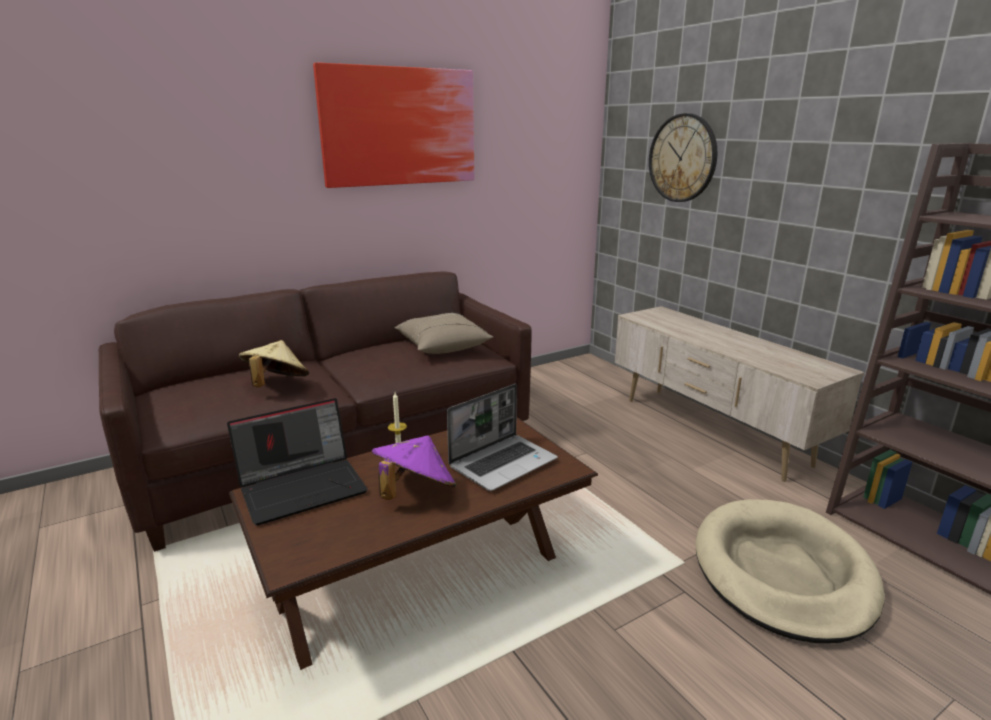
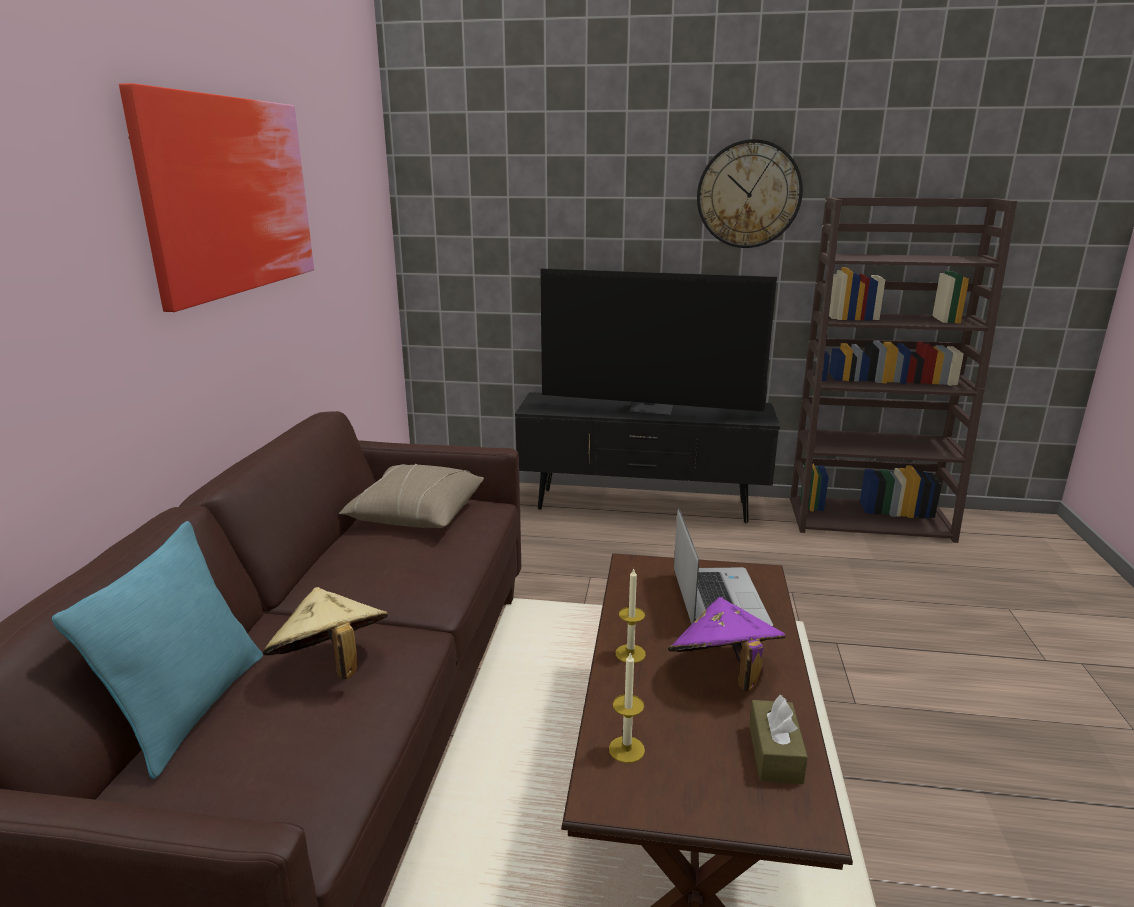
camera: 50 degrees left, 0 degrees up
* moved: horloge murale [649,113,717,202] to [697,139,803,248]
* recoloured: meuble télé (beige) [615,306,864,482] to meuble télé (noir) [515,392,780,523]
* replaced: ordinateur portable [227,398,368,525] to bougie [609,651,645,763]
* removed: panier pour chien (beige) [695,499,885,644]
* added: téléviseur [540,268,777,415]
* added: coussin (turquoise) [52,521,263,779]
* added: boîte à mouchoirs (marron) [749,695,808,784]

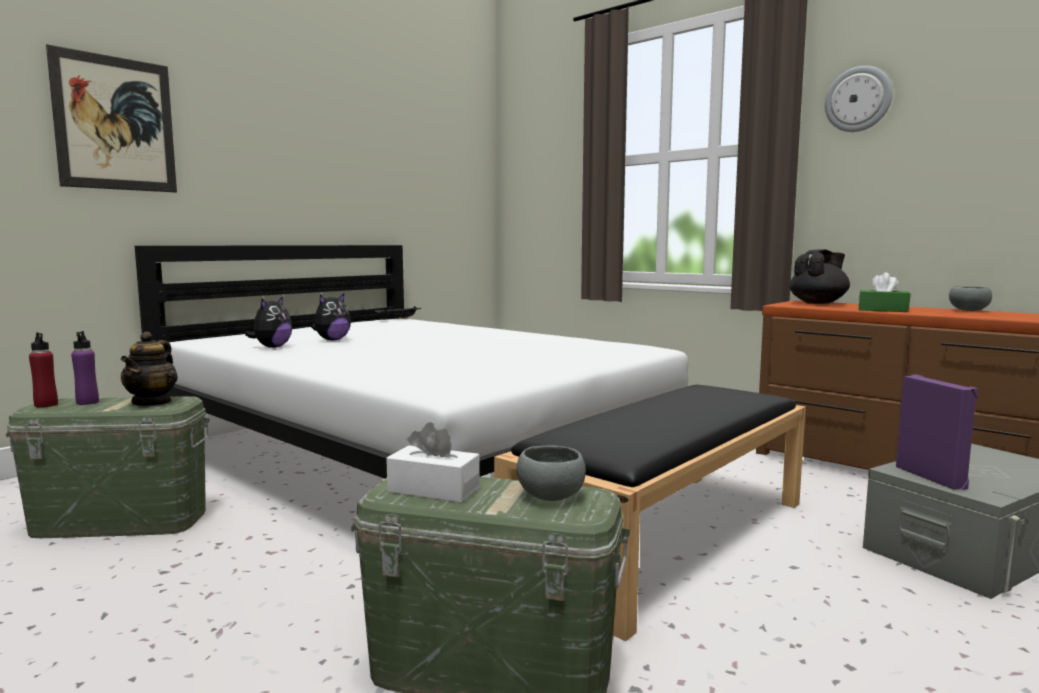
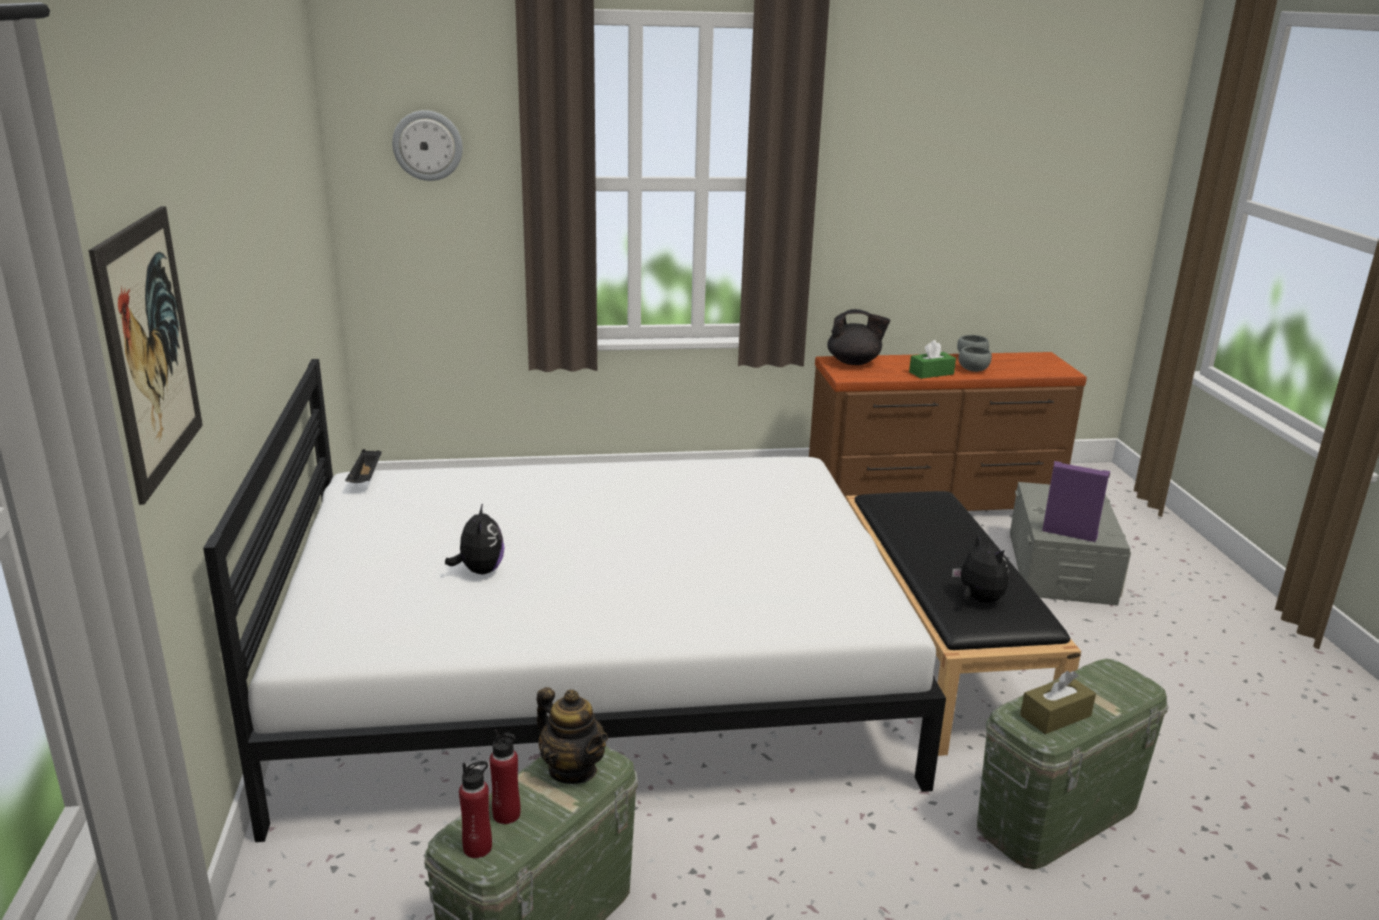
camera: 50 degrees left, 15 degrees up
* moved: horloge murale [825,66,893,132] to [392,110,463,181]
* turned: théière (noir) [790,249,850,304] = [827,309,891,365] 90 degrees clockwise
* moved: peluche [245,296,292,348] to [952,534,1009,603]
* recoloured: bouteille (violet) [71,331,99,405] to bouteille (rouge) [489,729,521,824]
* recoloured: boîte à mouchoirs (blanc) [386,422,480,503] to boîte à mouchoirs (marron) [1020,671,1096,734]
* moved: bol (gris) [517,445,586,501] to [958,346,992,372]

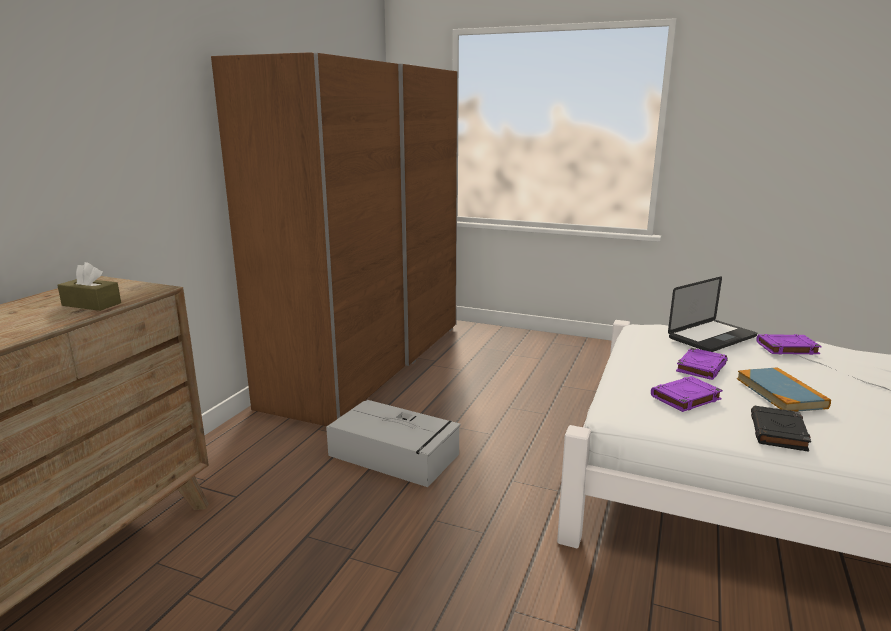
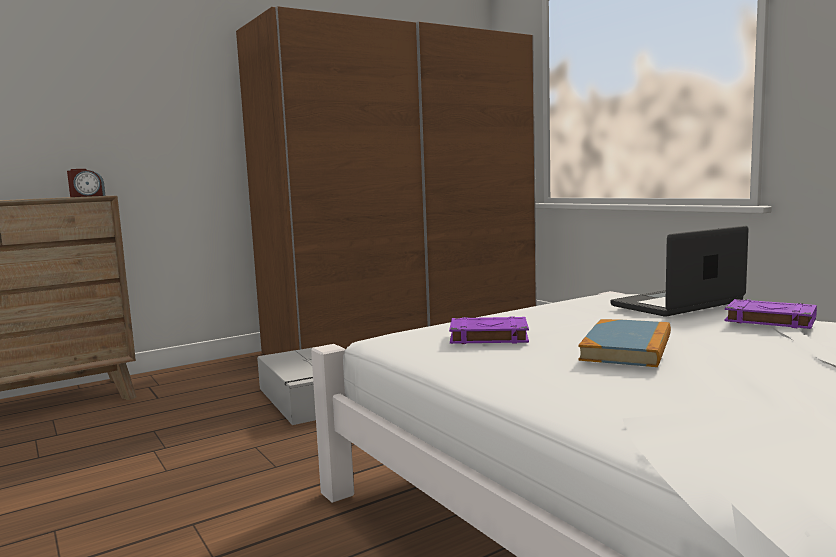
camera: 35 degrees right, 10 degrees down
* removed: boîte à mouchoirs (marron) [57,262,121,311]
* turned: ordinateur portable [668,276,757,352] = [611,225,749,316] 150 degrees clockwise
* removed: livre (violet) [676,348,728,380]
* removed: livre (noir) [751,406,811,452]
* added: réveil [67,169,105,197]

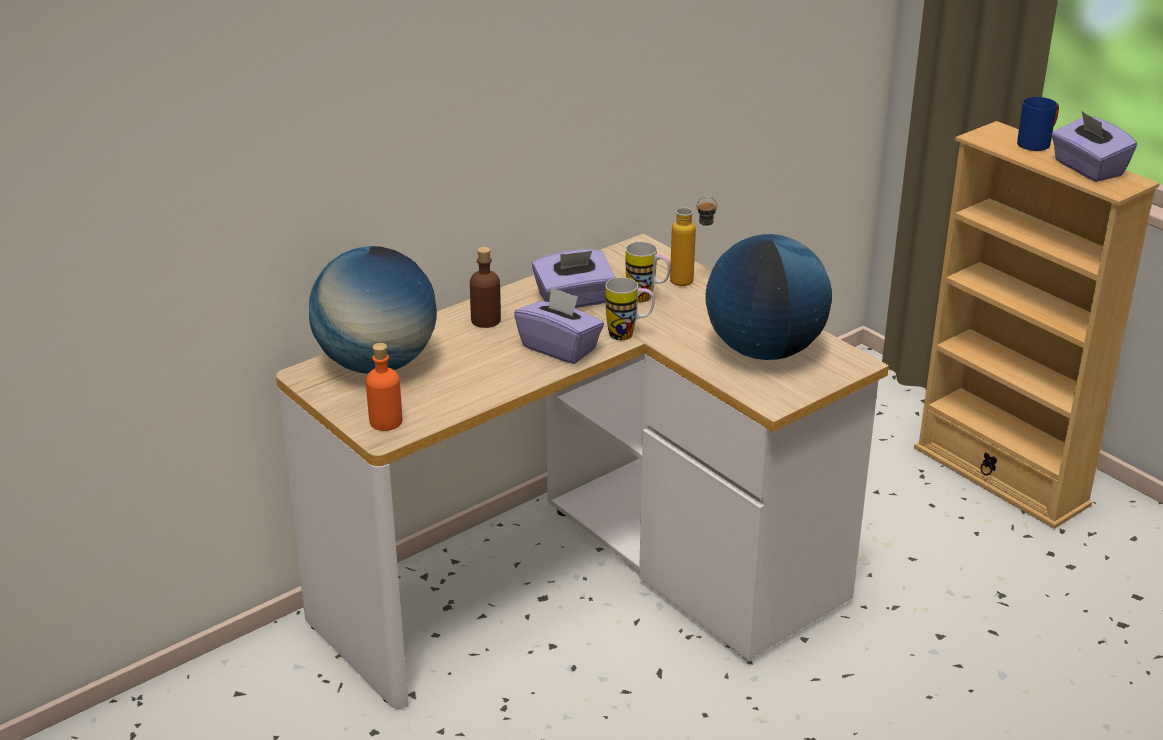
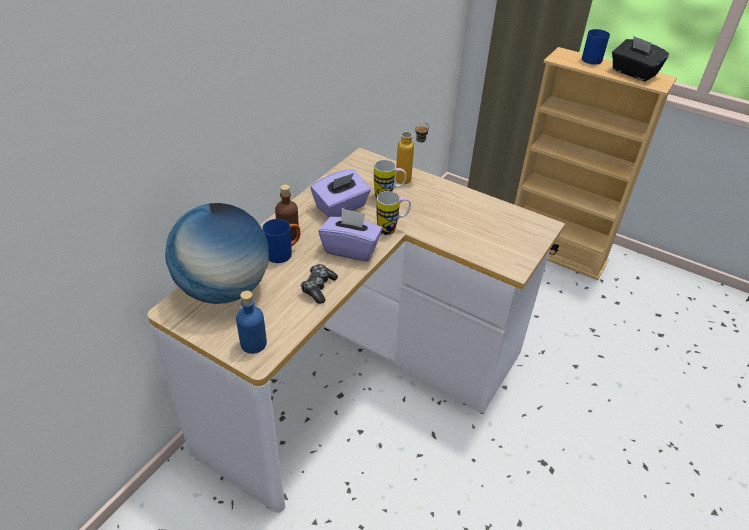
camera: 20 degrees left, 10 degrees up
* recoloured: boîte à mouchoirs (violet) [1052,110,1137,182] to boîte à mouchoirs (noir) [612,36,669,82]
* removed: globe [705,234,832,360]
* recoloured: bouteille (orange) [366,343,402,431] to bouteille (bleu) [236,291,267,354]
* added: mug (bleu) [262,219,300,263]
* added: manette [301,264,338,304]

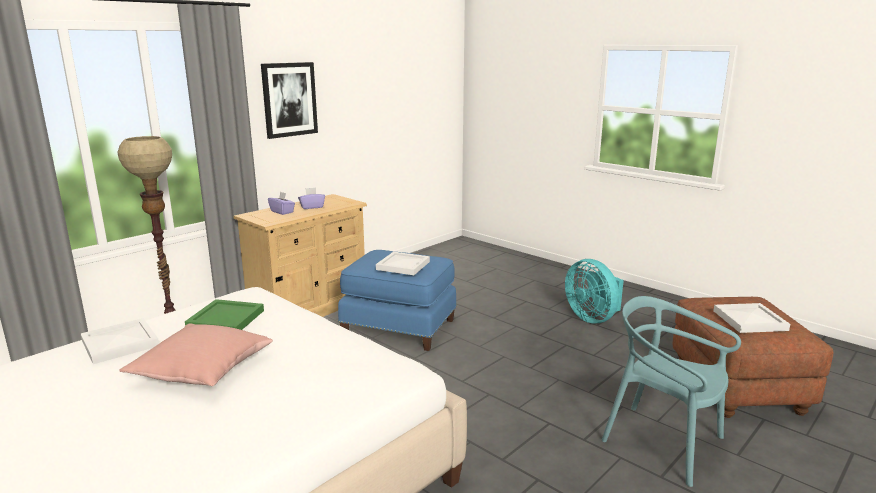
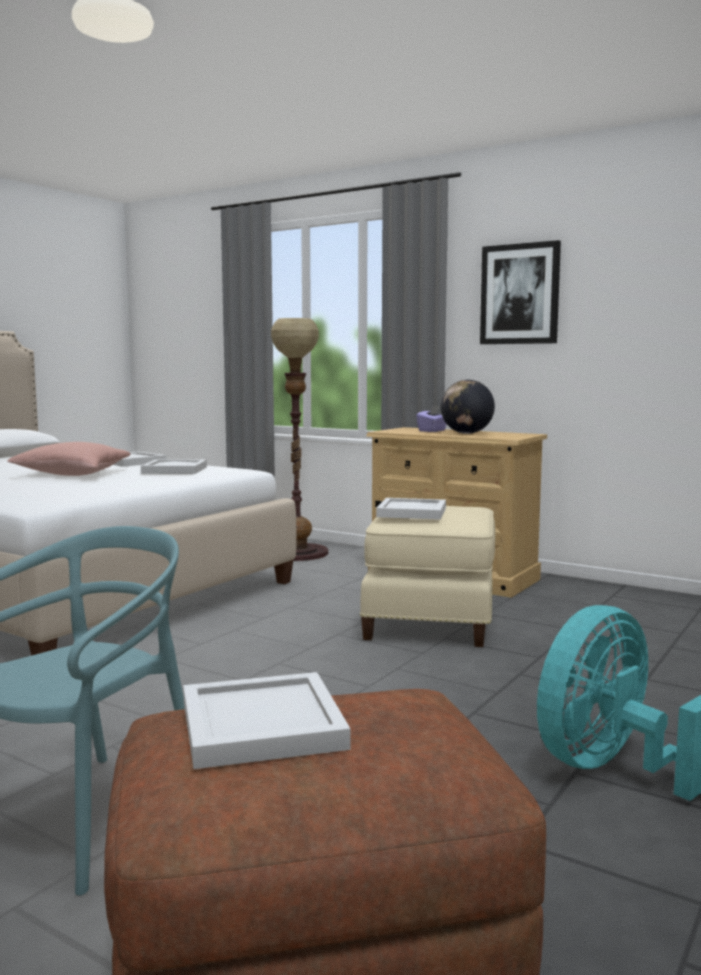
camera: 80 degrees right, 10 degrees down
* replaced: boîte à mouchoirs (violet) [298,187,325,209] to globe [441,380,495,434]
* recoloured: pouf (bleu) [338,250,457,351] to pouf (beige) [360,506,495,647]
* recoloured: plateau (vert) [185,299,264,330] to plateau (blanc) [141,459,207,474]

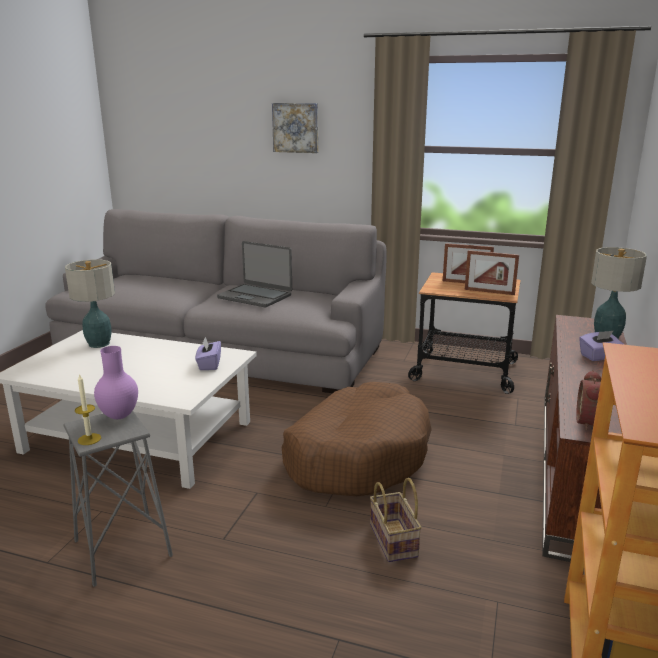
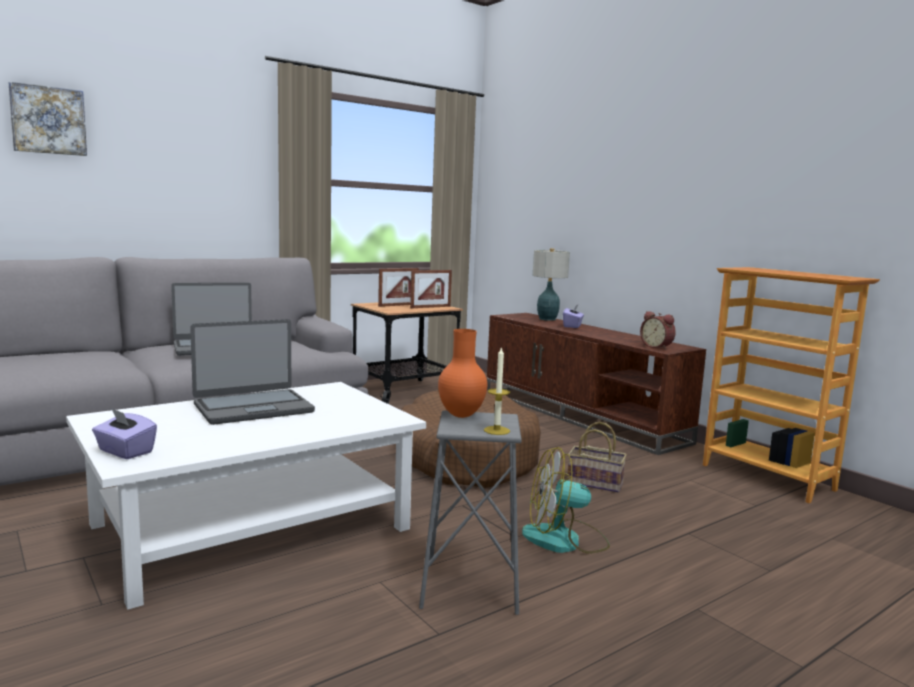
camera: 55 degrees left, 10 degrees down
* moved: tableau [272,103,318,153] to [9,82,87,156]
* removed: lampe de table [65,259,115,348]
* moved: boîte à mouchoirs (violet) [195,337,221,370] to [92,408,157,459]
* recoloured: vase (violet) [94,346,138,419] to vase (orange) [438,329,487,418]
* added: ordinateur portable [190,319,315,425]
* added: ventilateur [522,447,610,554]

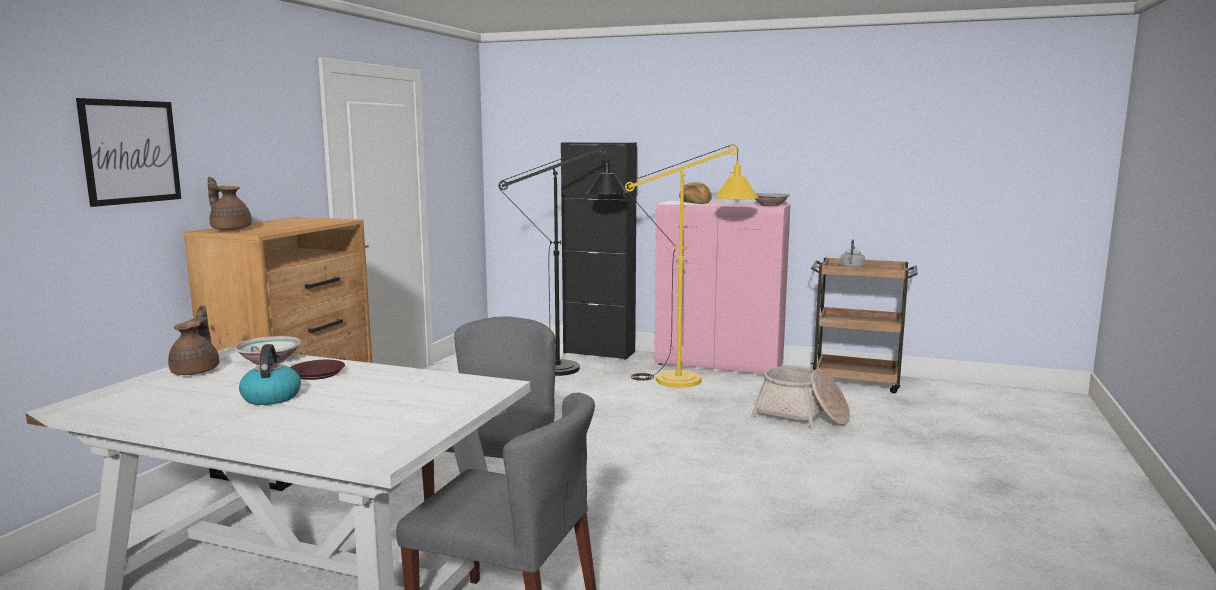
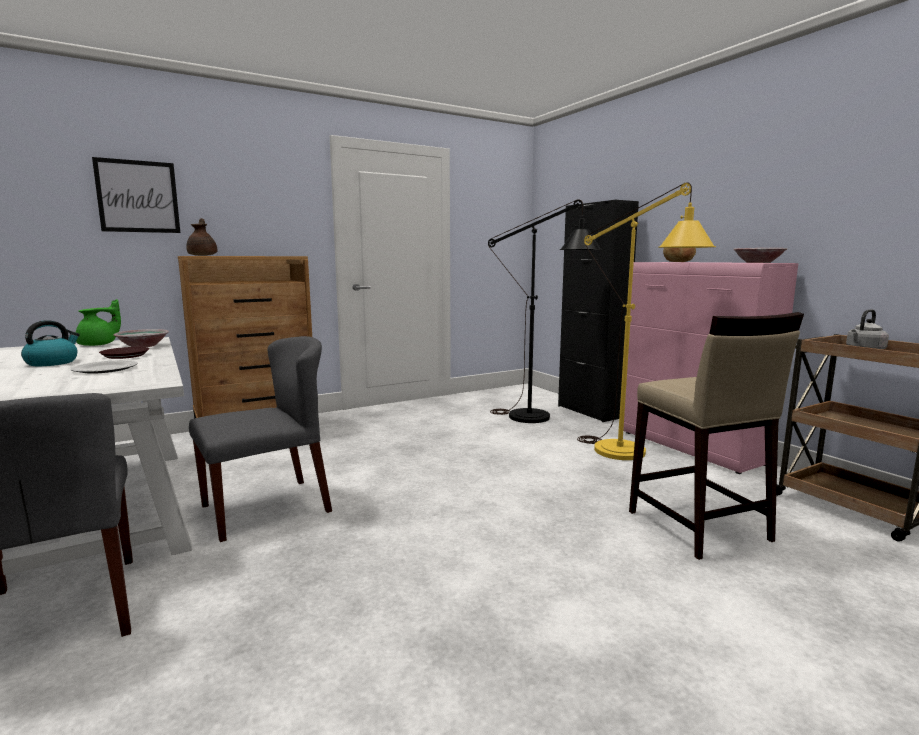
camera: 40 degrees right, 0 degrees up
* recoloured: théière (marron) [168,305,219,375] to théière (vert) [76,299,121,346]
* replaced: panier [751,367,850,428] to tabouret (beige) [629,312,804,560]
* added: assiette [71,360,138,374]

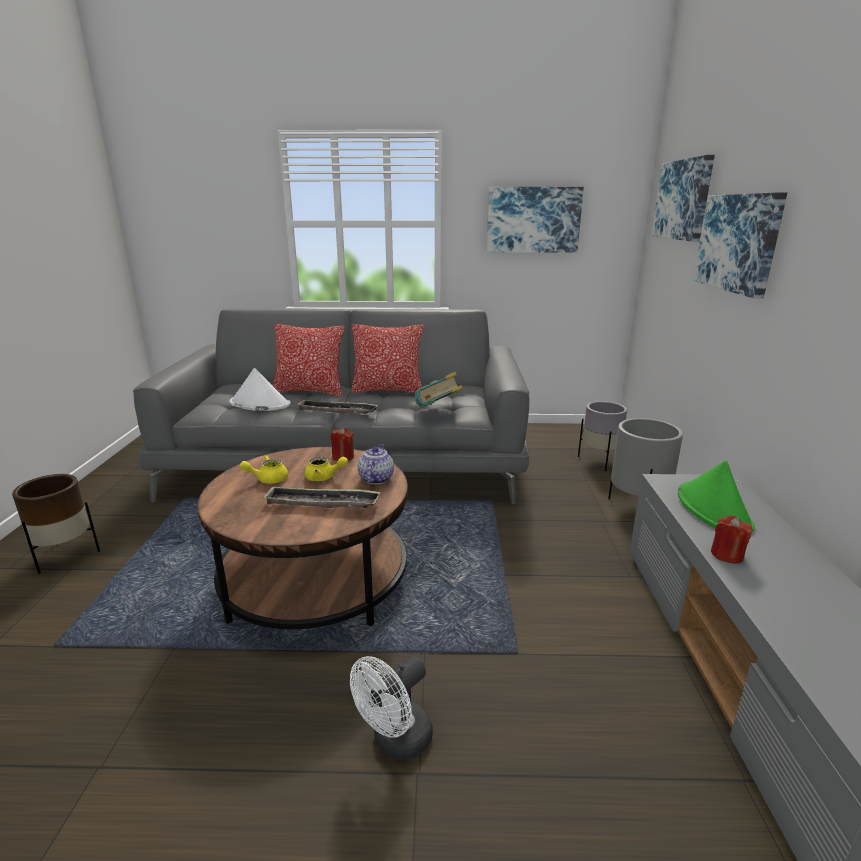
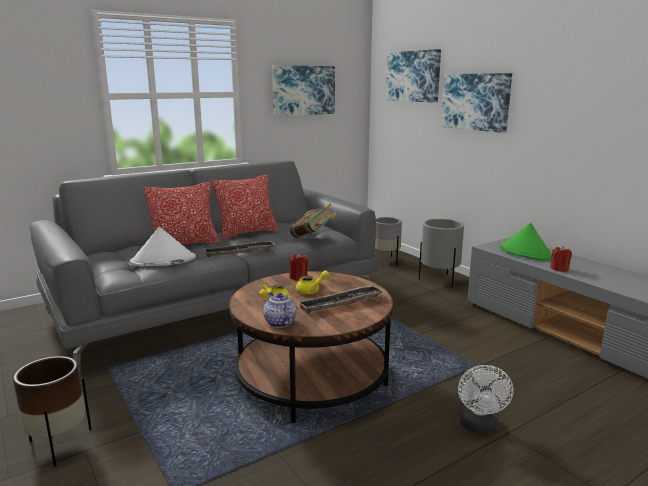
camera: 35 degrees left, 5 degrees down
* moved: théière [358,444,394,484] to [263,292,297,328]

